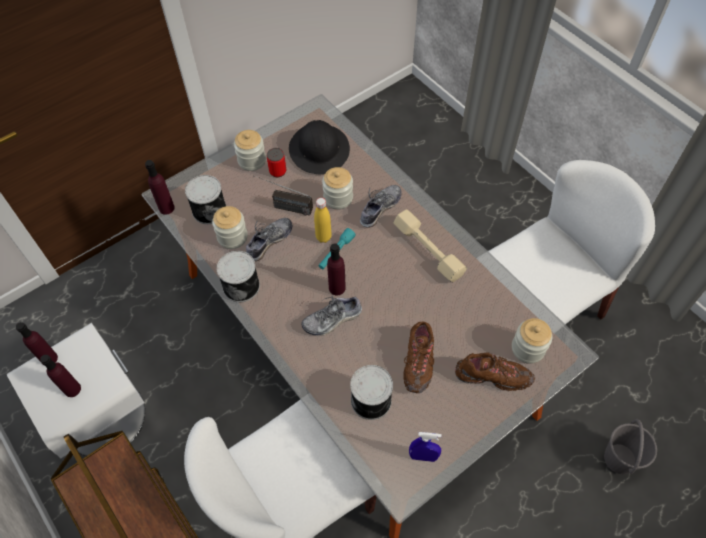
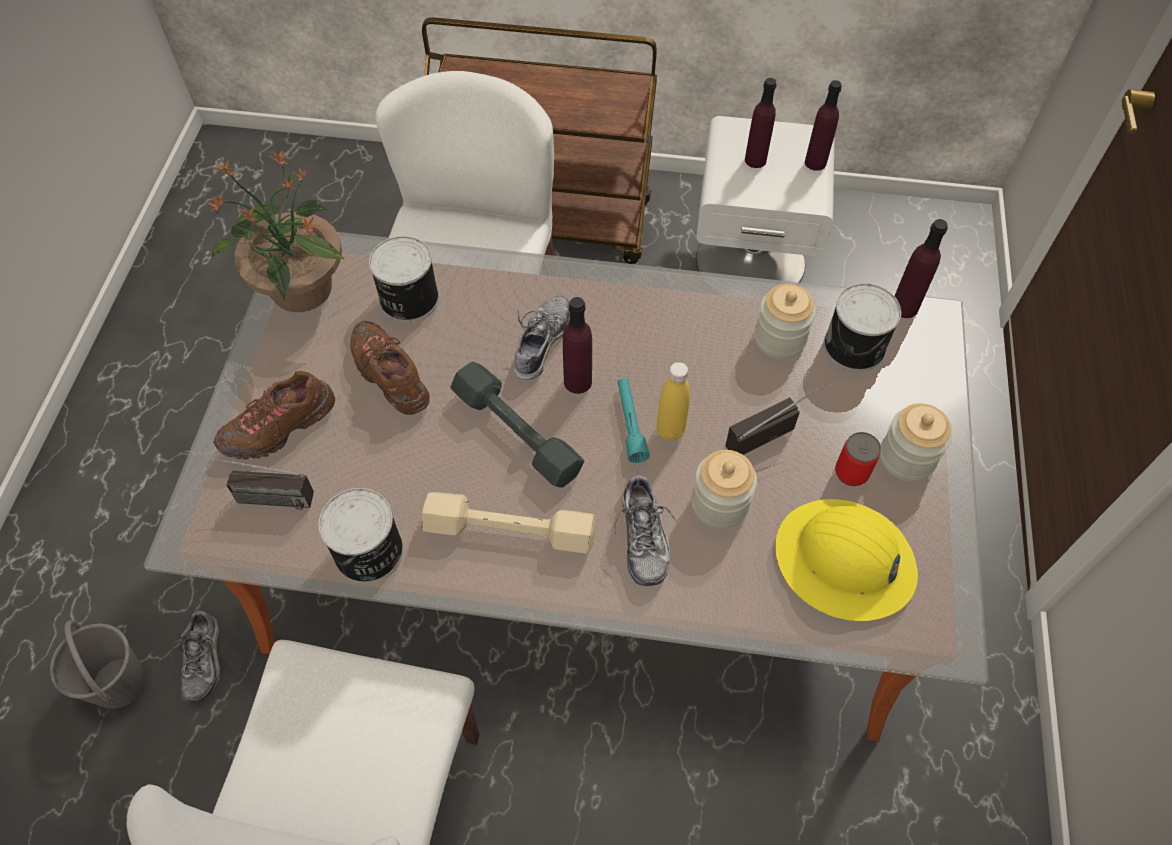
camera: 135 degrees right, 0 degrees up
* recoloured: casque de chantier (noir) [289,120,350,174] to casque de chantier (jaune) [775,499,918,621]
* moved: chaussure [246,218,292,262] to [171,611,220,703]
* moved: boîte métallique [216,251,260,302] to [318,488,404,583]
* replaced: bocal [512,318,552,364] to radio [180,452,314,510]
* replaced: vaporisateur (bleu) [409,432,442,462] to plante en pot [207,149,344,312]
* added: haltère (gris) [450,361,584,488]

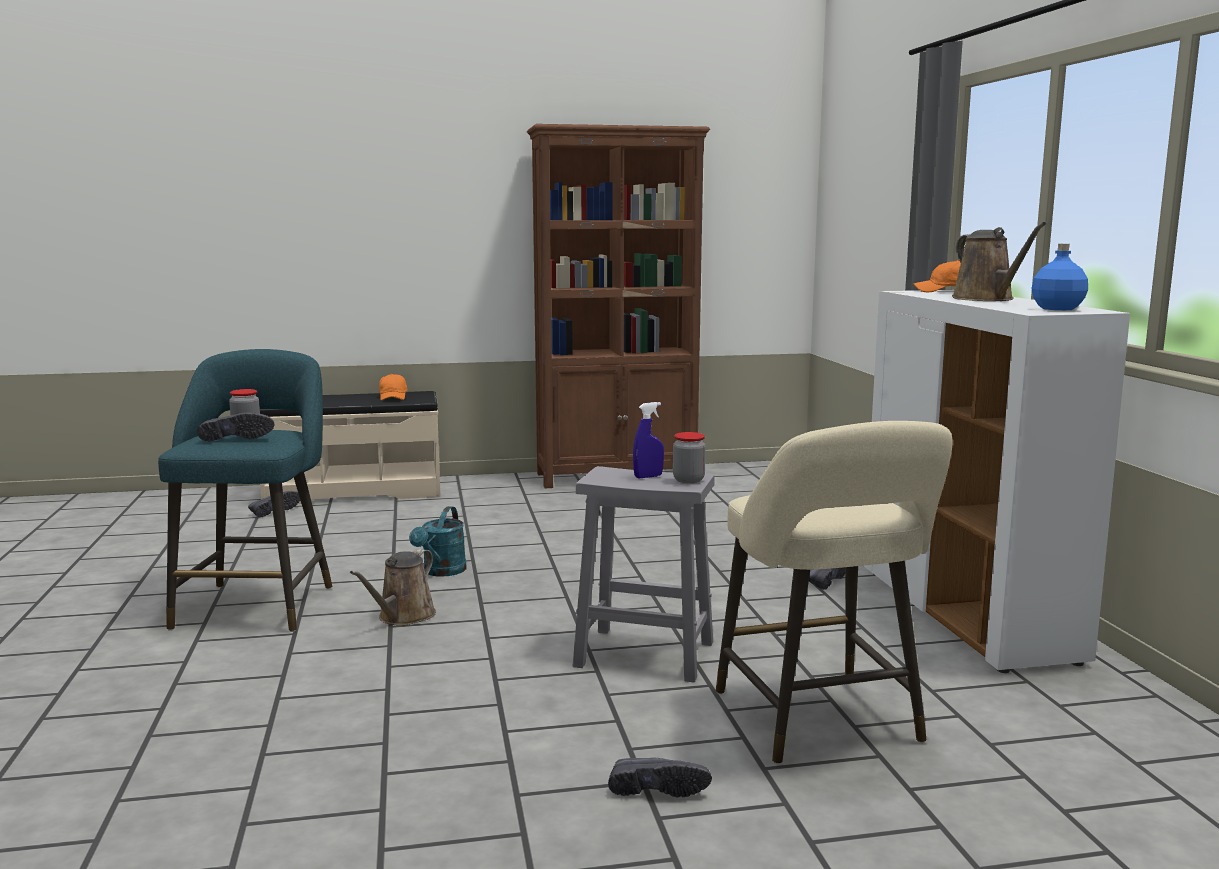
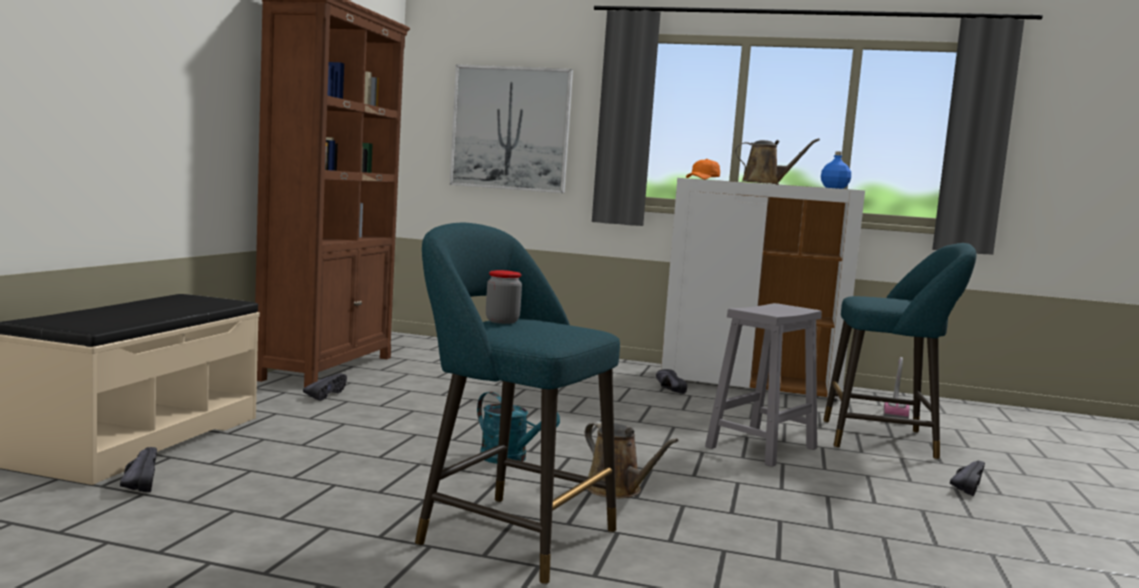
camera: 65 degrees left, 5 degrees down
* removed: casquette (orange) [379,374,407,400]
* removed: vaporisateur (bleu) [633,402,664,478]
* moved: chaussure (noir) [197,412,274,442] to [303,373,347,401]
* recoloured: tabouret (beige) [716,421,953,764] to tabouret (turquoise) [823,243,976,460]
* removed: bocal [673,432,706,483]
* added: tableau [450,64,573,193]
* added: aspirateur [883,357,910,419]

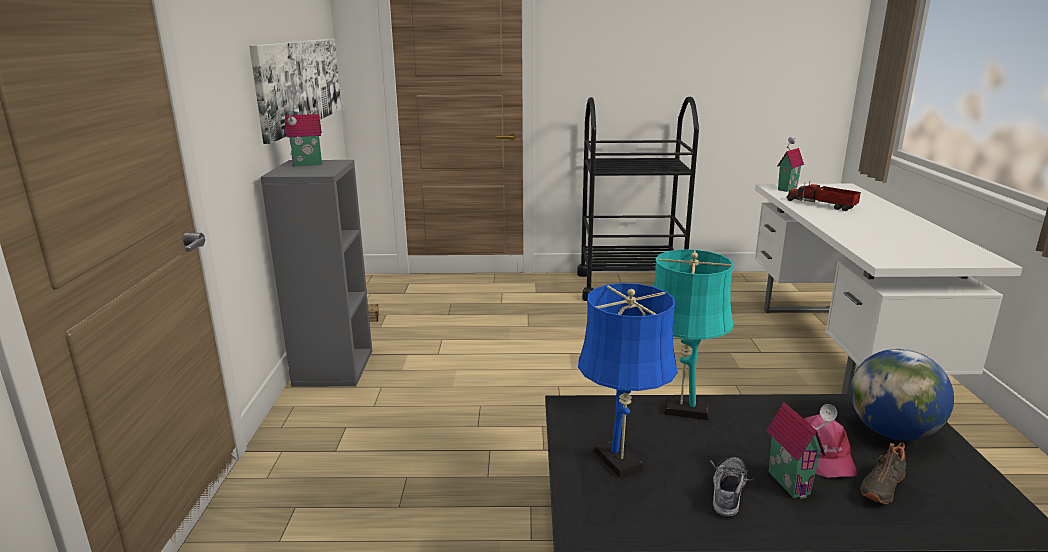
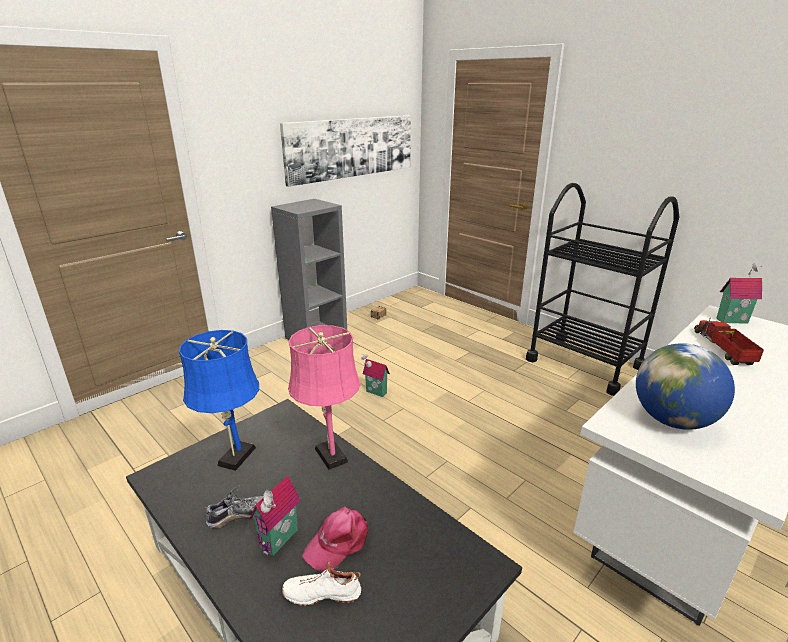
camera: 45 degrees right, 5 degrees up
* moved: maison miniature [282,103,322,166] to [361,354,390,397]
* recoloured: lampe de table (turquoise) [654,249,734,420] to lampe de table (rose) [288,325,360,470]
* moved: globe [850,349,954,441] to [636,343,735,430]
* recoloured: chaussure (noir) [860,442,906,504] to chaussure (blanc) [282,562,361,606]

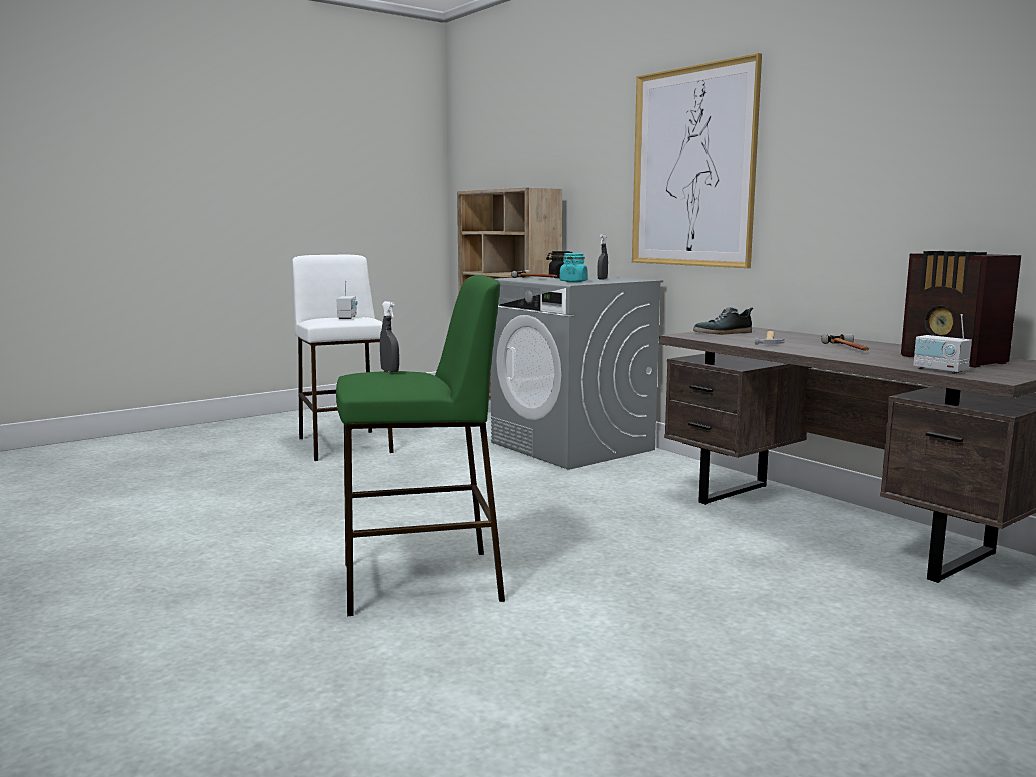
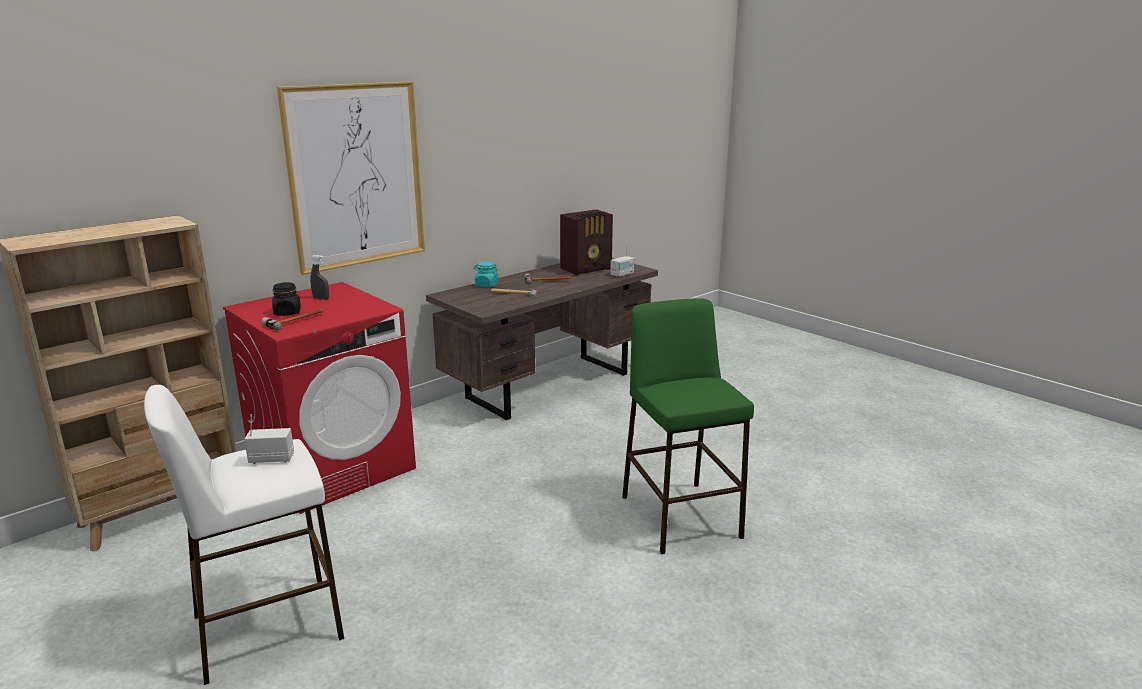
camera: 95 degrees left, 10 degrees up
* moved: bocal (turquoise) [560,253,588,282] to [473,262,499,287]
* recoloured: lave-linge (gris) [491,275,663,470] to lave-linge (rouge) [223,282,416,514]
* removed: vaporisateur (gris) [380,301,399,373]
* removed: chaussure [693,307,753,335]

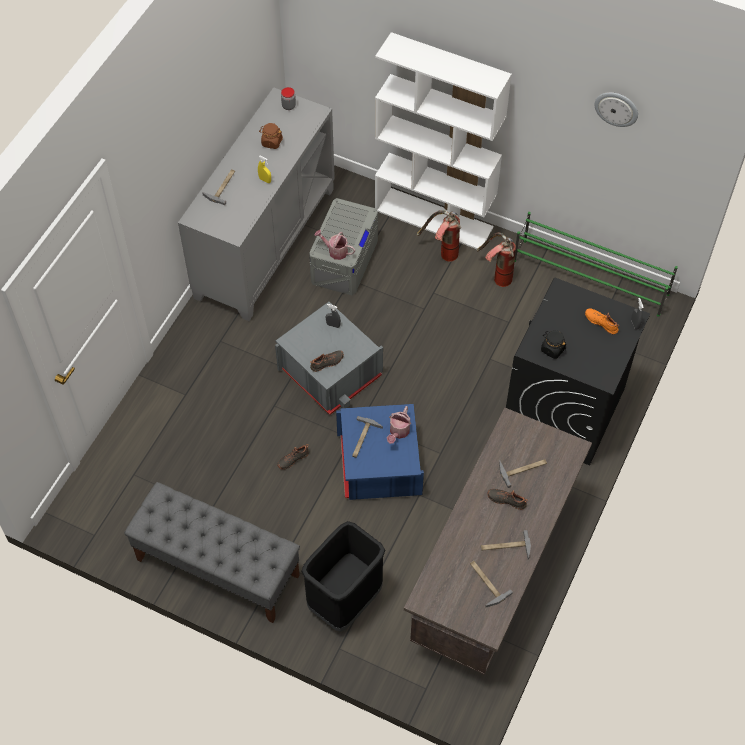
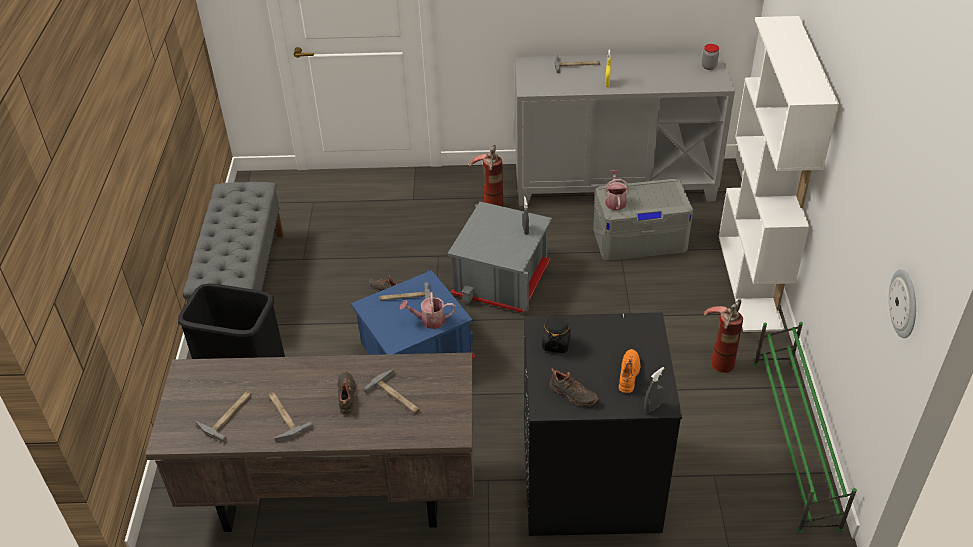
camera: 65 degrees right, 15 degrees down
* moved: horloge murale [595,92,638,127] to [889,269,916,338]
* removed: bocal (marron) [259,123,283,149]
* moved: extincteur [417,210,461,262] to [469,145,503,206]
* moved: chaussure (noir) [310,350,344,372] to [549,368,598,406]

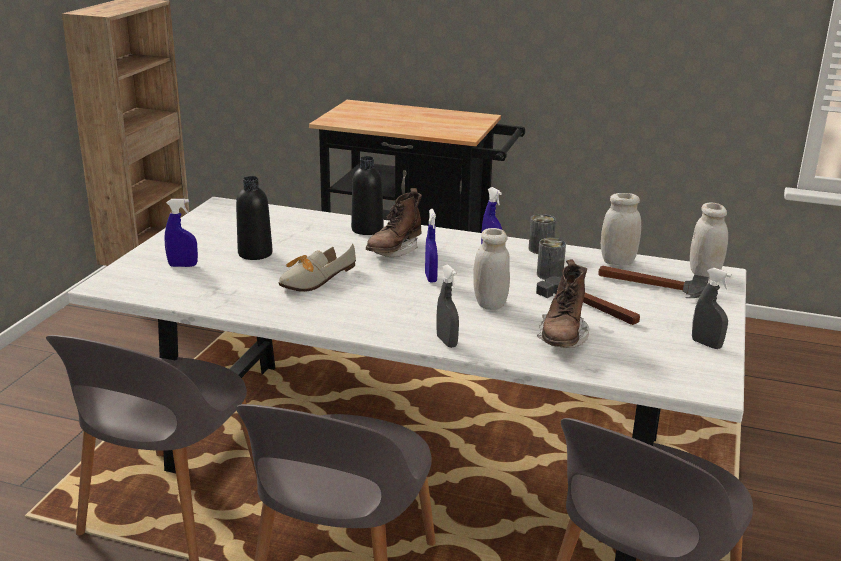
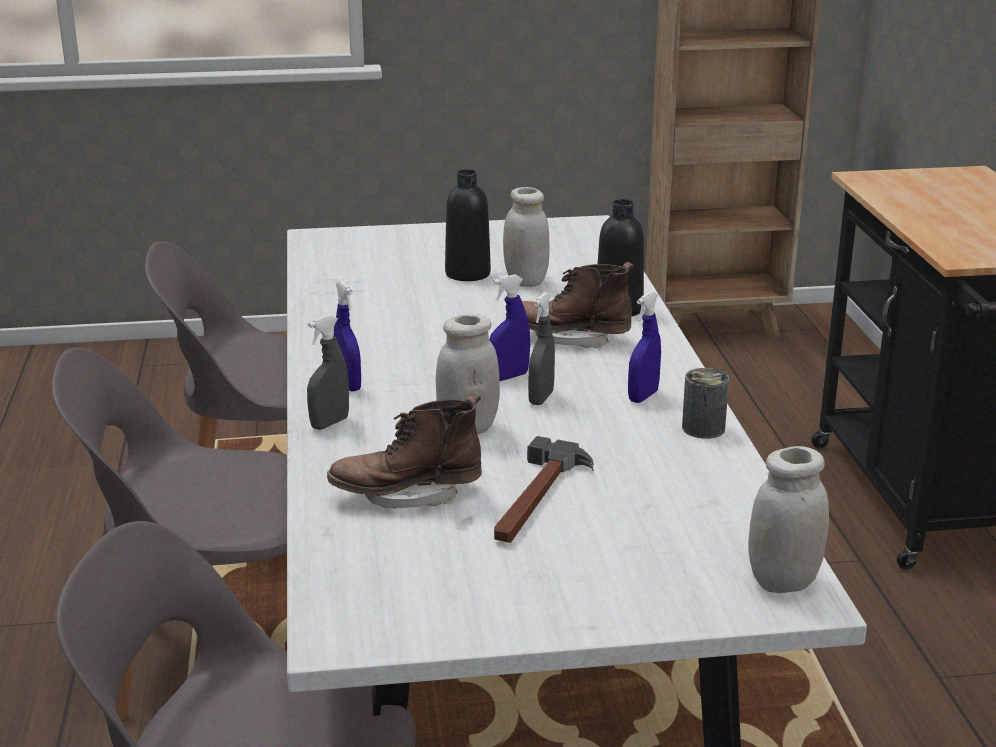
camera: 65 degrees right, 0 degrees up
* moved: bocal (blanc) [601,193,641,266] to [503,187,550,287]
* moved: vaporisateur (bleu) [164,199,198,267] to [334,281,361,392]
* removed: boîte métallique [537,238,566,280]
* removed: chaussure [278,244,356,292]
* removed: marteau [598,266,709,298]
* moved: vaporisateur (gris) [692,268,732,349] to [528,292,555,405]

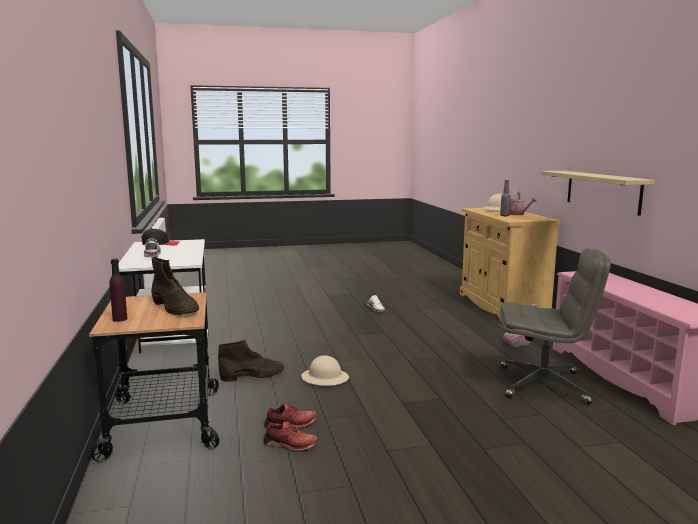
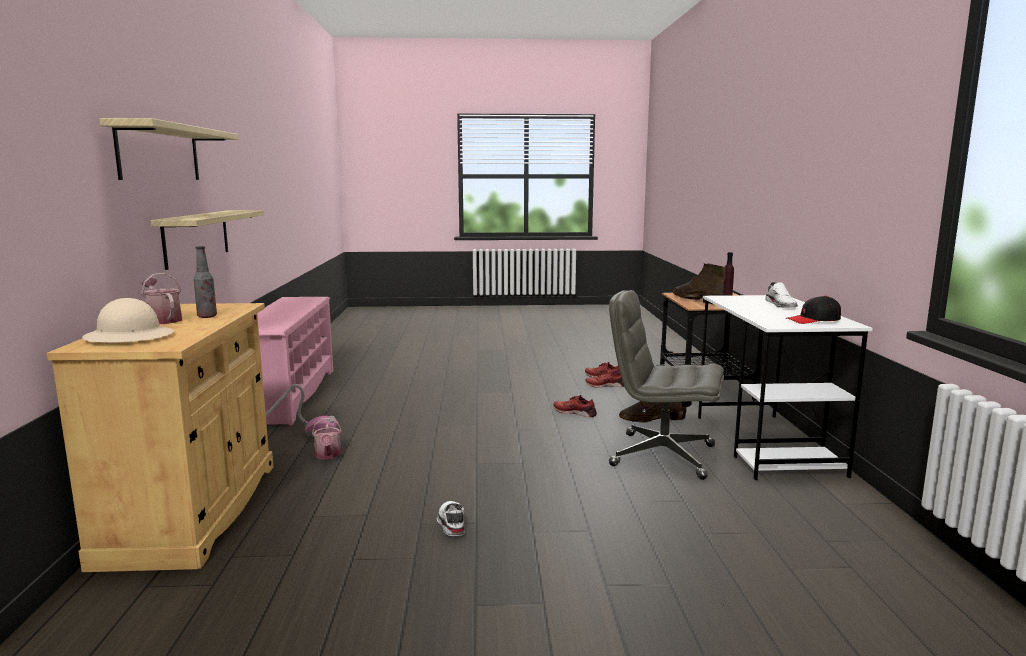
camera: 170 degrees left, 0 degrees up
* moved: chaise de bureau (gris) [500,248,611,404] to [609,290,724,480]
* replaced: casque de chantier (beige) [301,355,349,386] to chaussure (rouge) [553,395,597,417]
* added: étagère [99,118,239,180]
* added: arrosoir [312,418,342,459]

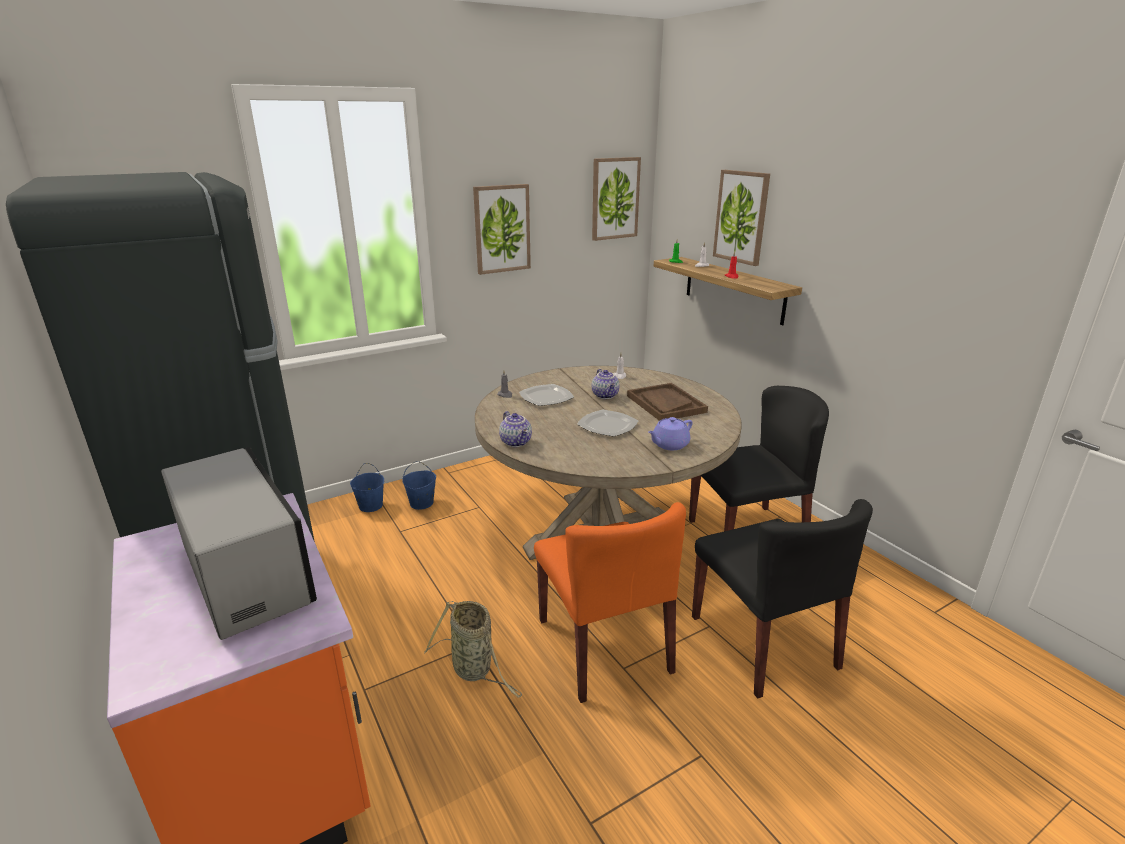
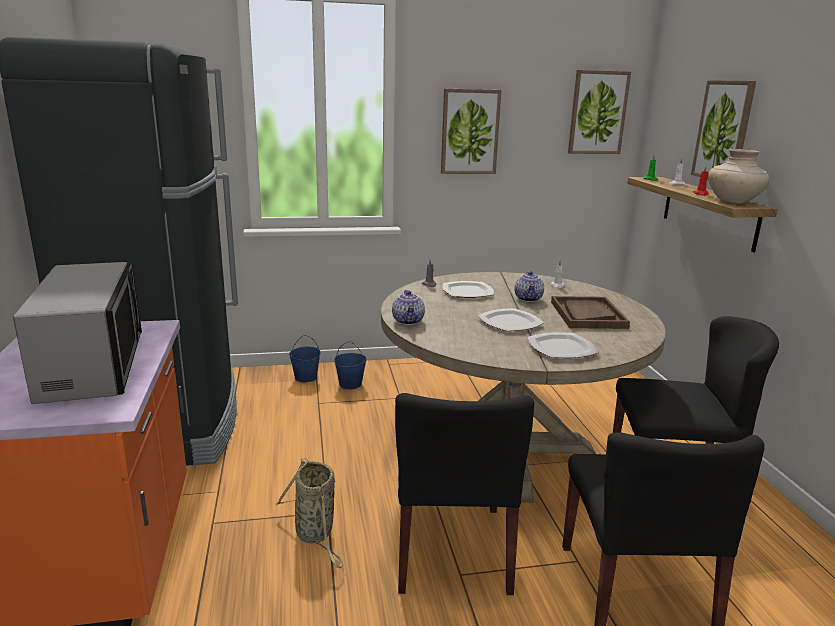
camera: 20 degrees right, 5 degrees down
* replaced: théière (violet) [648,417,693,450] to assiette [528,332,599,358]
* recoloured: chaise (orange) [534,502,686,703] to chaise (noir) [395,393,534,595]
* added: vase (beige) [708,149,769,203]

